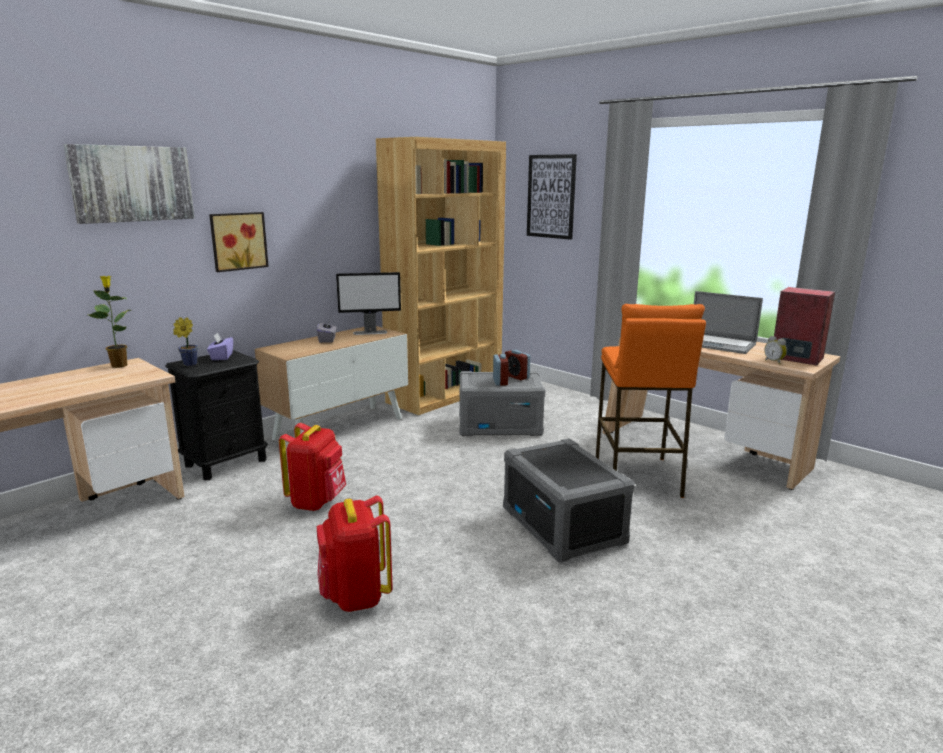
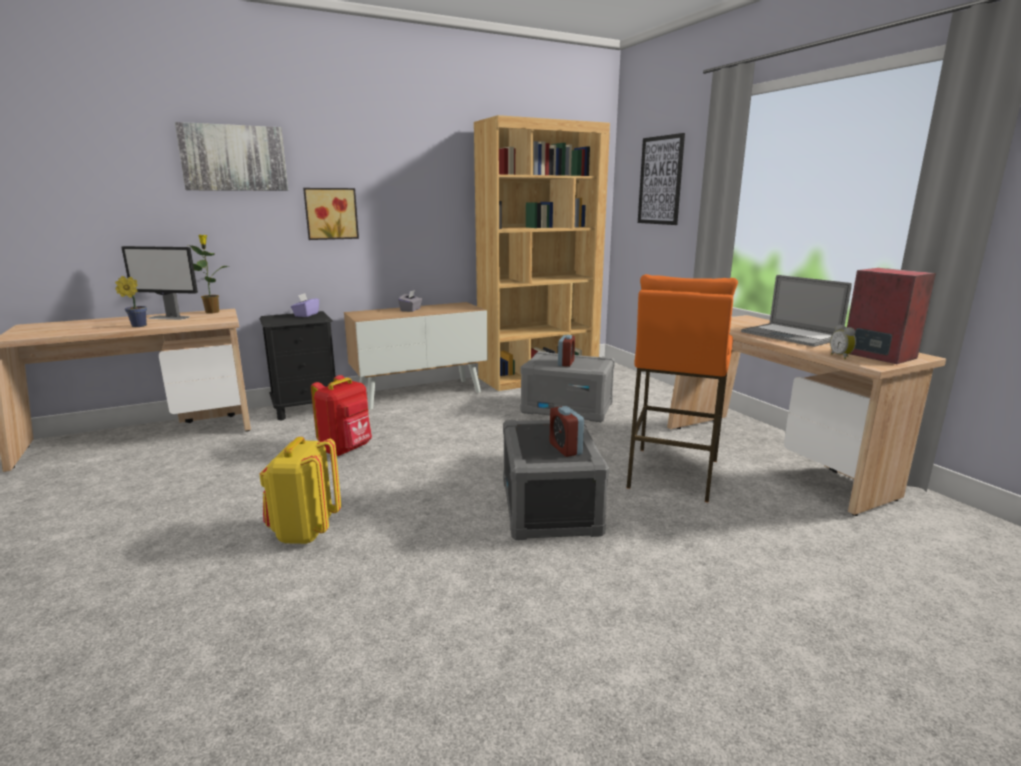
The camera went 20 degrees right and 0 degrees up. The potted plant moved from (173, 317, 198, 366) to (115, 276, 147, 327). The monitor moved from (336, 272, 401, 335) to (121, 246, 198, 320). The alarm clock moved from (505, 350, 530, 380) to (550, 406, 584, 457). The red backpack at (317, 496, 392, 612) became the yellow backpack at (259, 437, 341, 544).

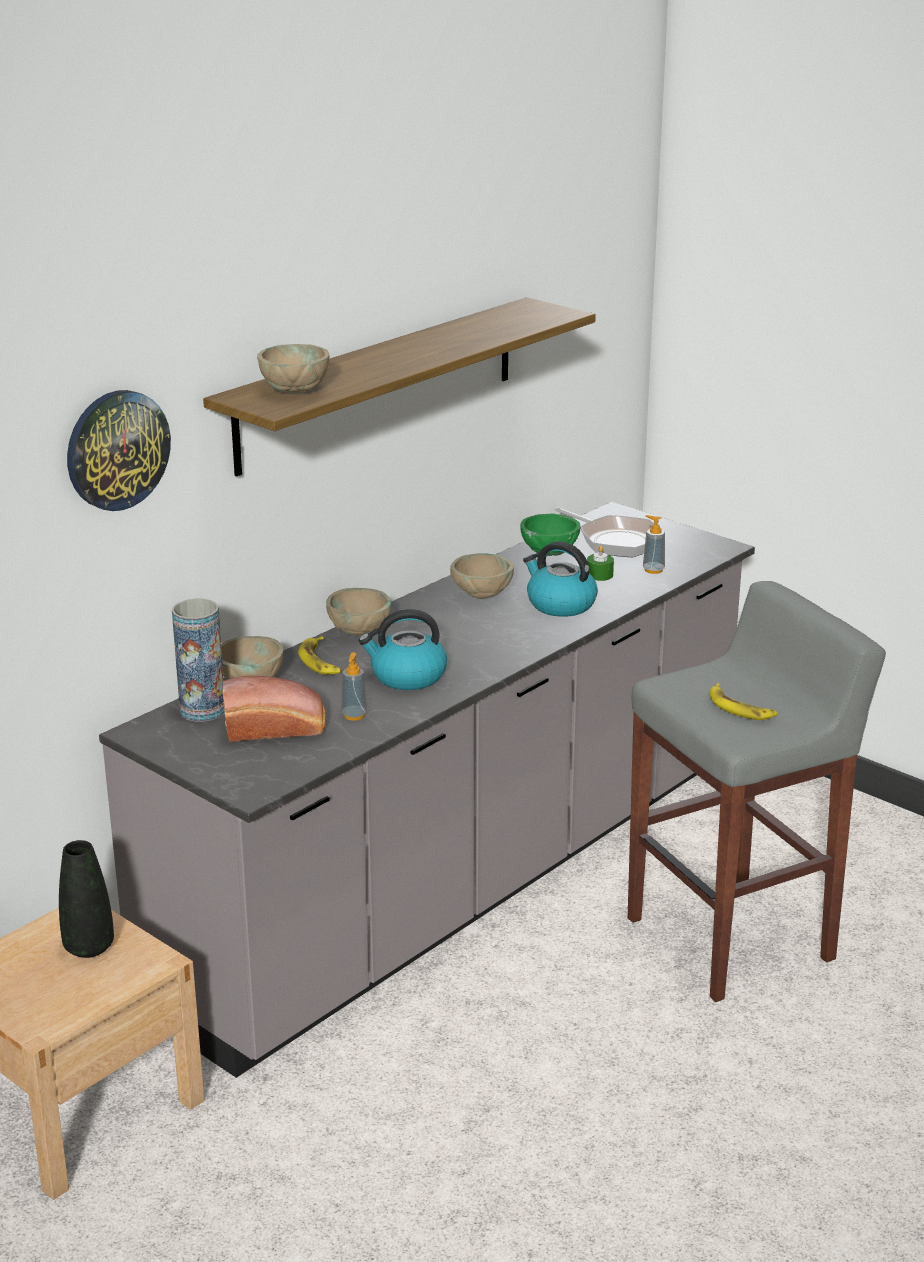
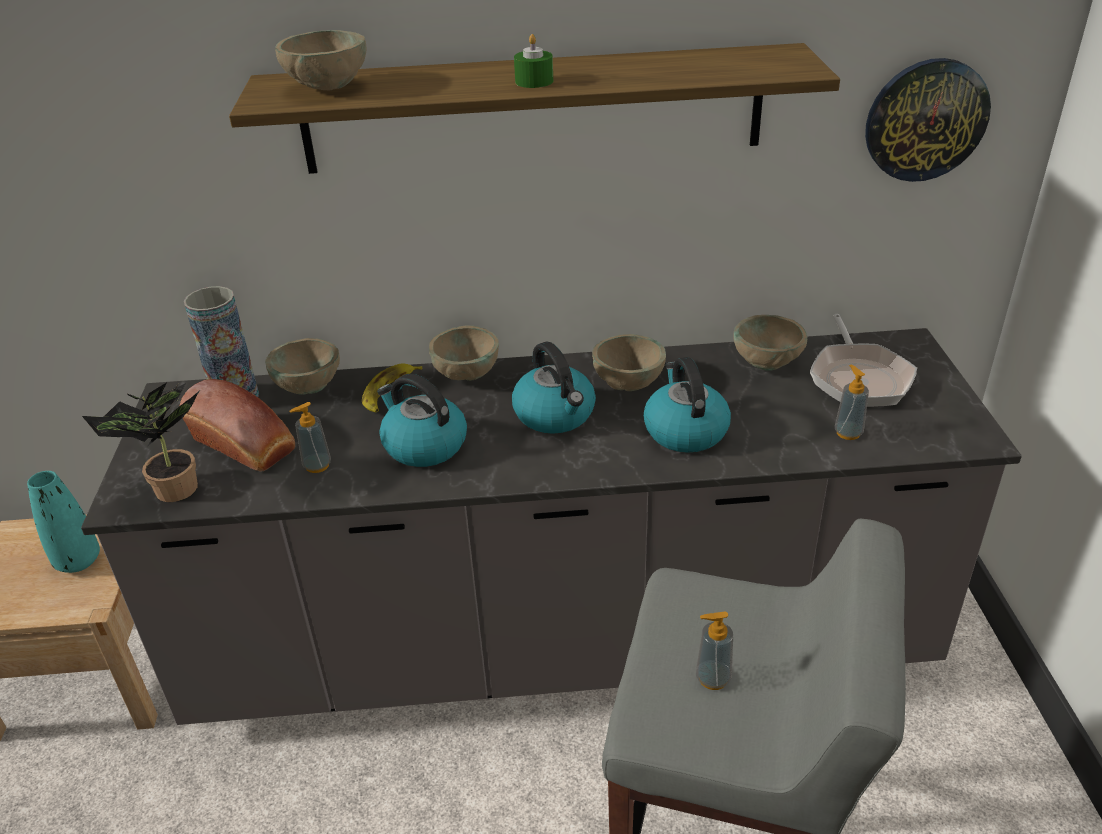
The camera went 45 degrees right and 10 degrees up. The potted plant at (82, 382, 200, 502) appeared. The kettle at (512, 342, 596, 434) appeared. The wall clock moved from (67, 390, 171, 511) to (865, 58, 991, 182). The green candle moved from (587, 546, 614, 581) to (514, 34, 553, 88). The banana at (709, 683, 777, 720) was replaced by the soap dispenser at (696, 611, 733, 690). The black vase at (59, 840, 114, 958) became the turquoise vase at (27, 471, 100, 573). The green bowl at (520, 513, 580, 556) became the beige bowl at (733, 315, 807, 371).

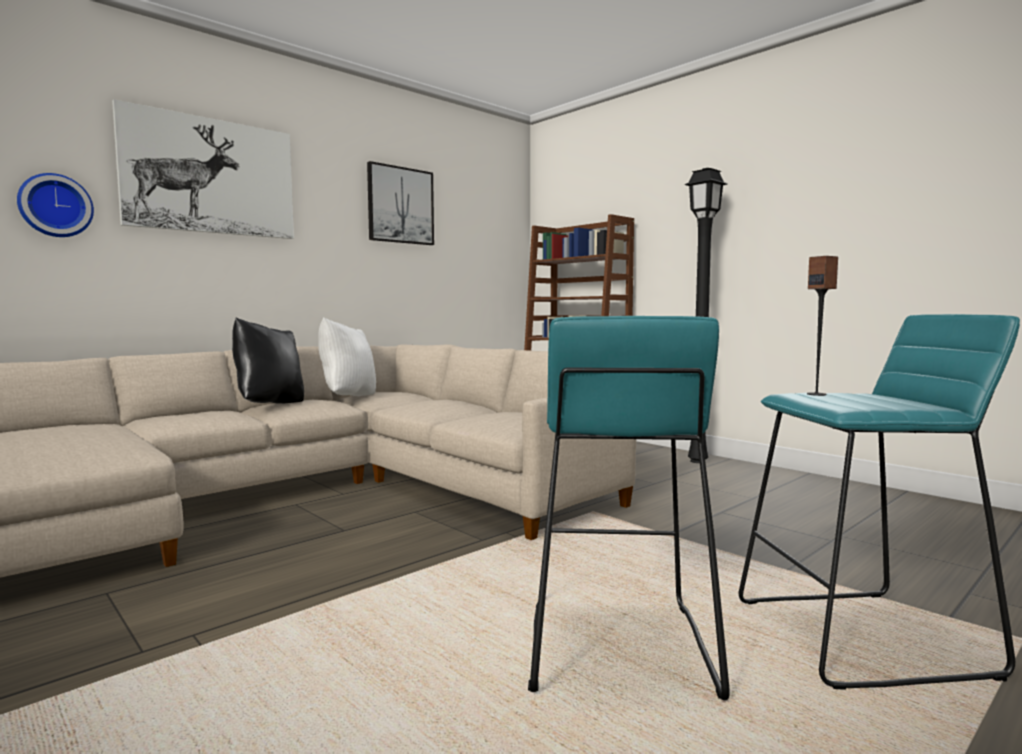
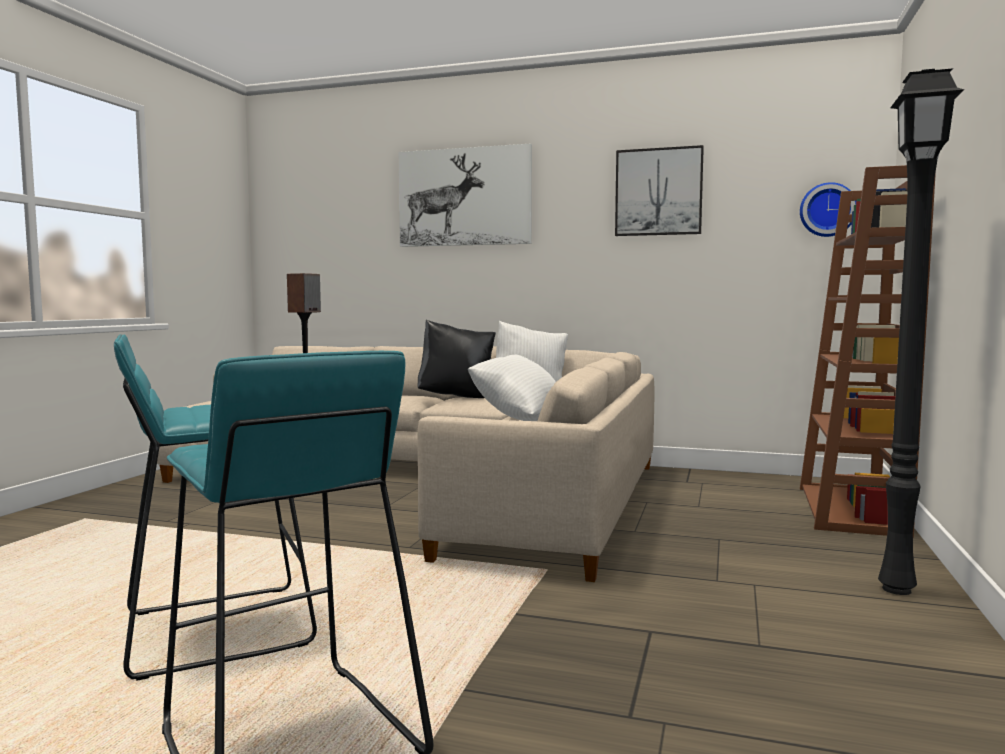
The camera went 60 degrees right and 0 degrees up. The white pillow at (468, 355, 556, 421) appeared. The wall clock moved from (17, 173, 94, 237) to (800, 182, 857, 237).

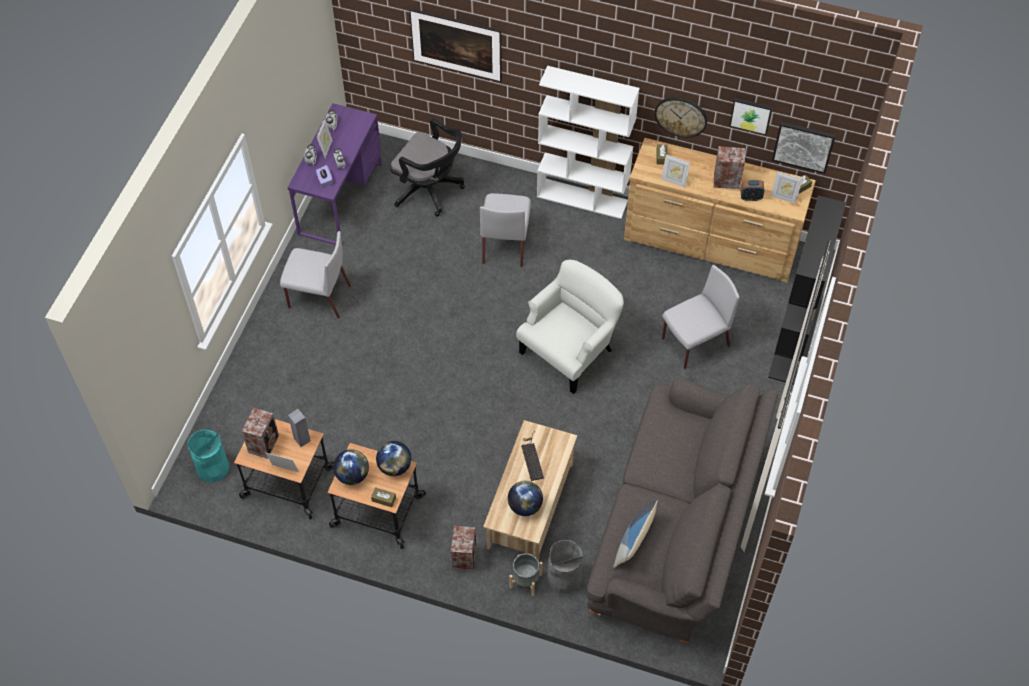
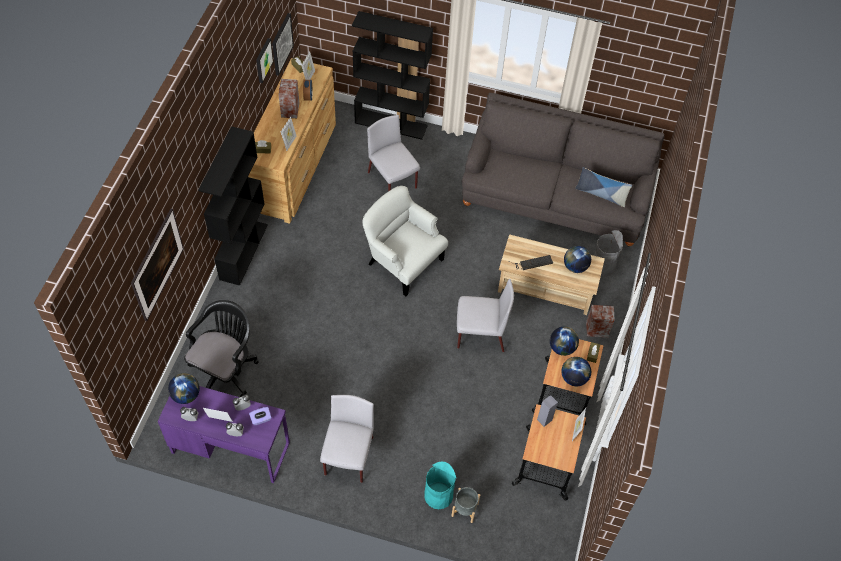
The camera went 95 degrees left and 0 degrees up. The speaker at (242, 407, 279, 459) disappeared. The wall clock at (654, 97, 707, 138) disappeared. The globe at (168, 373, 200, 404) appeared. The turquoise trash can moved from (187, 430, 229, 482) to (424, 462, 456, 509). The grey chair moved from (480, 193, 531, 267) to (457, 279, 514, 352). The grey planter moved from (510, 553, 543, 596) to (451, 487, 480, 523). The white bookcase at (537, 66, 639, 219) became the black bookcase at (198, 126, 268, 286).

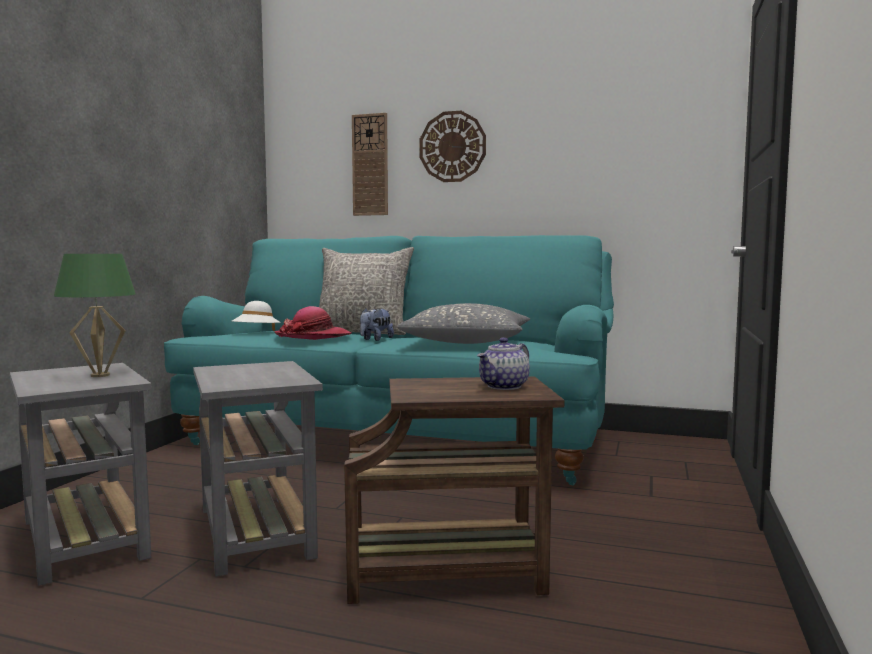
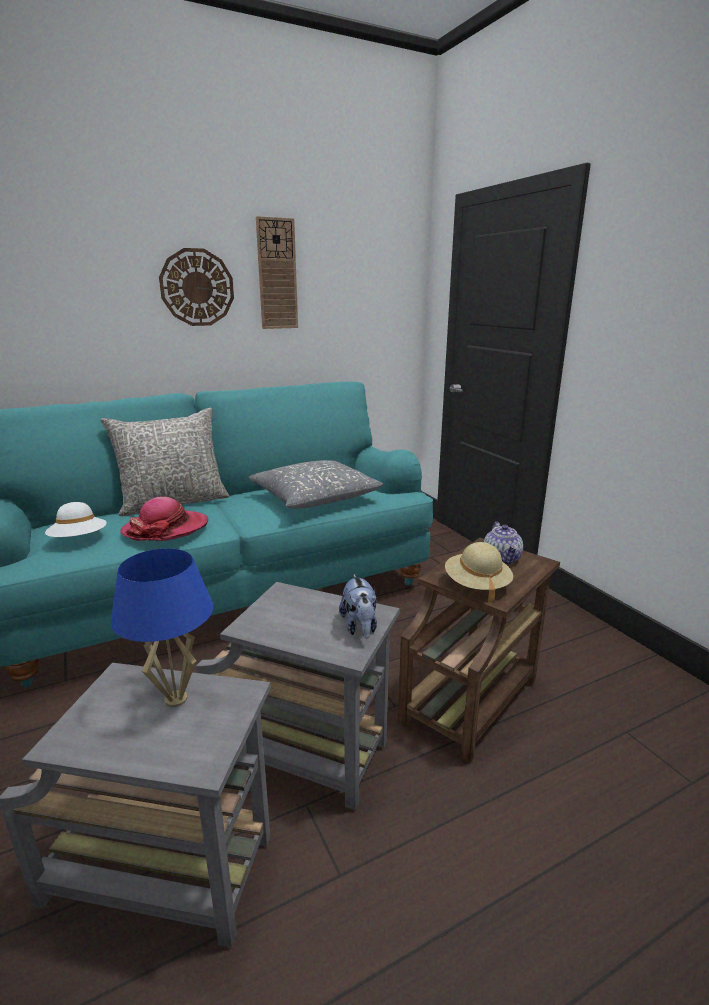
The camera went 45 degrees left and 15 degrees up. The beige hat at (445, 542, 513, 603) appeared. The wall clock moved from (352, 113, 388, 216) to (256, 216, 298, 329). The plush toy moved from (360, 308, 394, 341) to (339, 574, 377, 639). The green table lamp at (54, 254, 136, 377) became the blue table lamp at (111, 548, 213, 707).

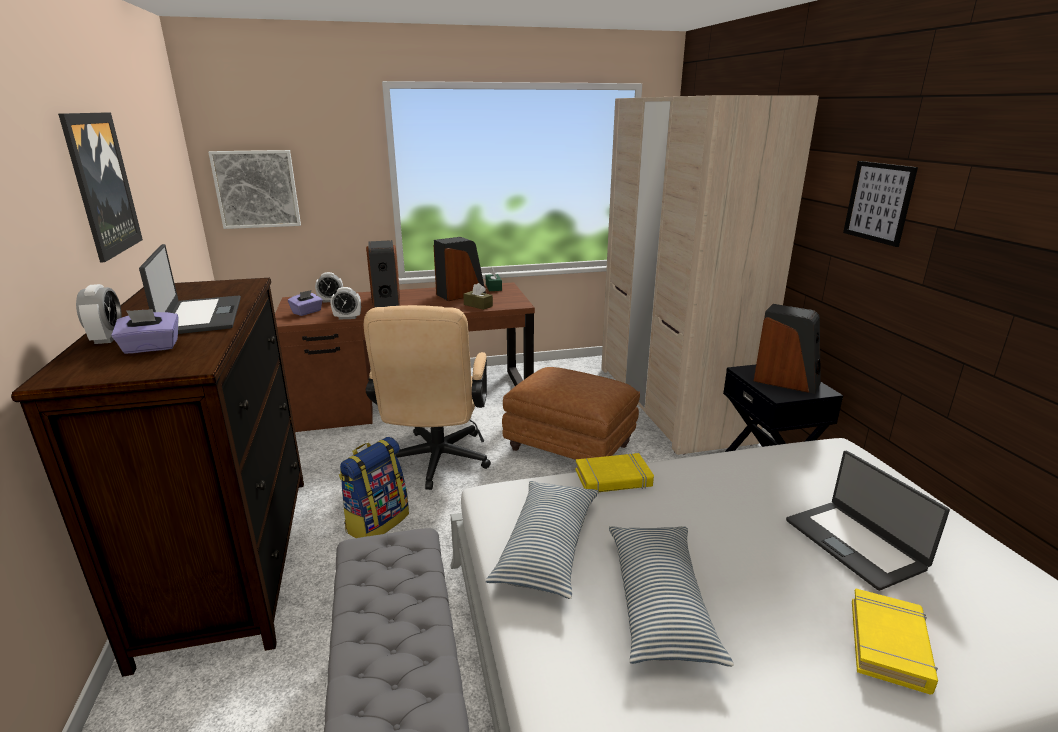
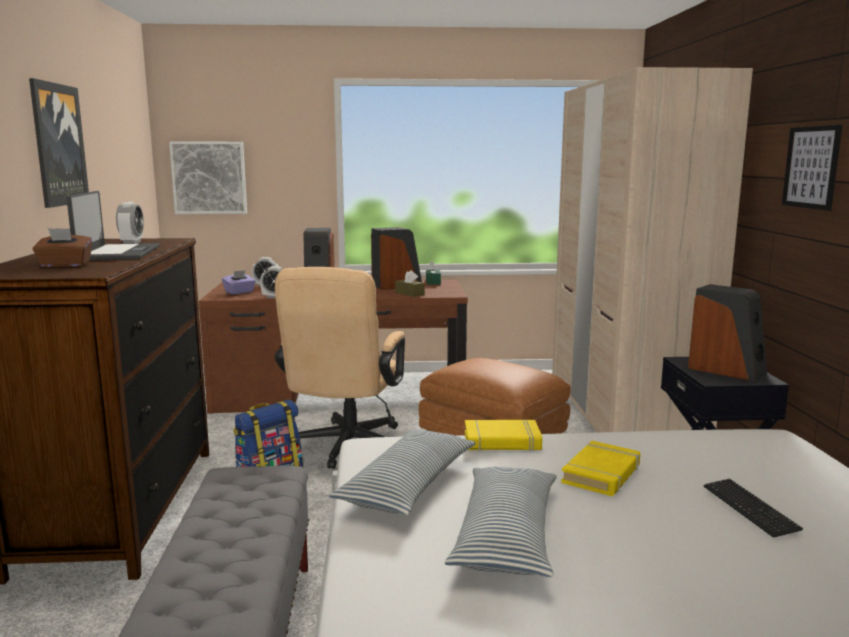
The camera went 10 degrees right and 10 degrees down. The alarm clock moved from (76, 284, 122, 344) to (116, 202, 144, 244). The yellow book moved from (852, 588, 938, 695) to (561, 441, 640, 496). The laptop at (786, 451, 950, 591) was replaced by the keyboard at (704, 479, 803, 538). The purple tissue box at (112, 309, 179, 354) became the brown tissue box at (32, 228, 93, 267).

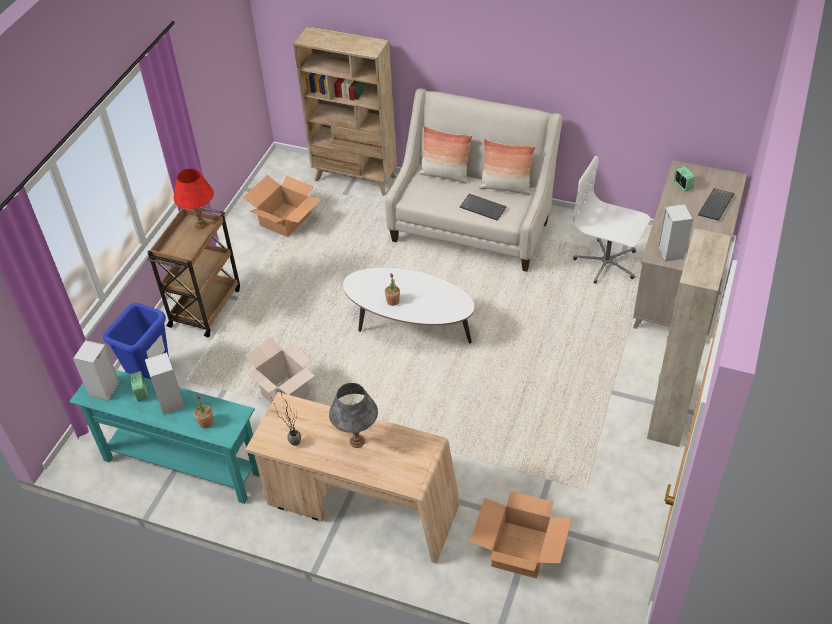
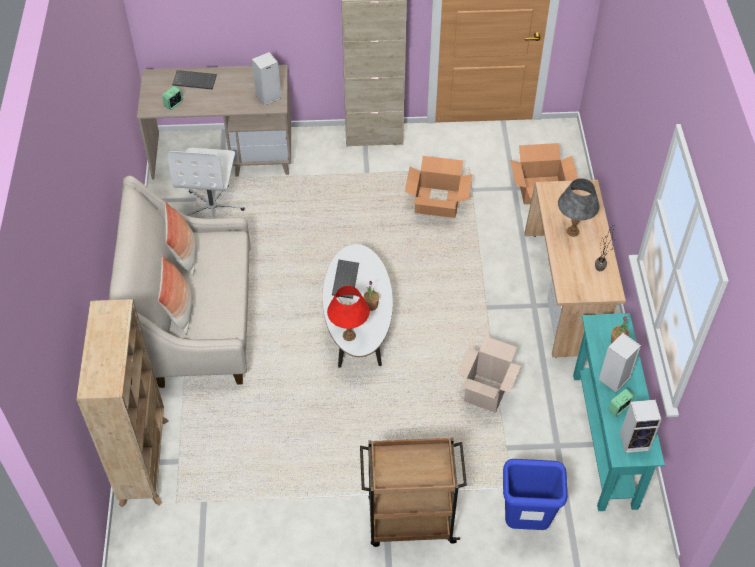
The camera went 115 degrees left and 5 degrees up. The red table lamp moved from (173, 169, 214, 229) to (327, 286, 370, 341). The cardboard box moved from (243, 175, 322, 237) to (405, 156, 472, 218). The keyboard moved from (460, 194, 506, 221) to (332, 260, 359, 299).

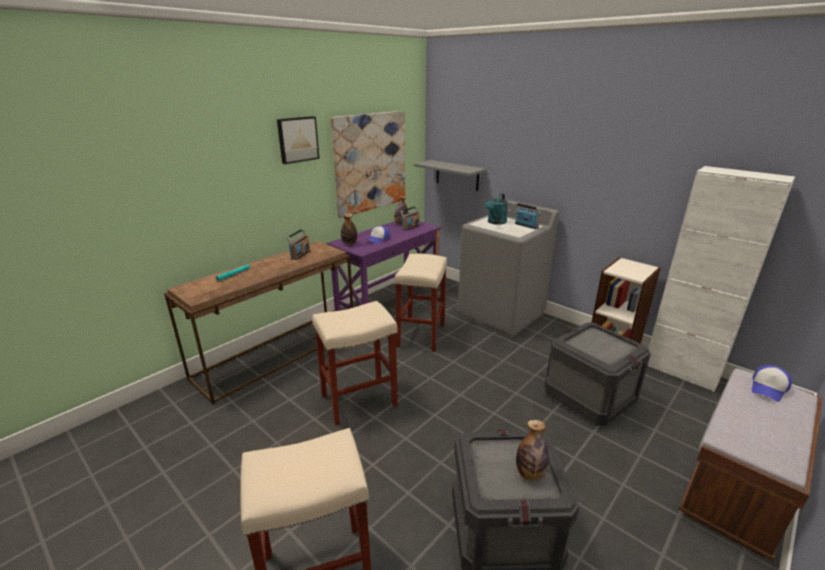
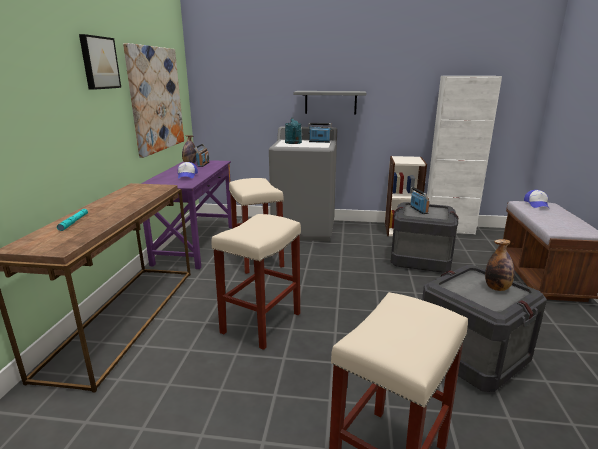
The camera went 35 degrees left and 5 degrees down. The bottle at (341, 213, 357, 245) disappeared. The radio moved from (286, 229, 310, 260) to (411, 187, 430, 214). The grey shelf moved from (414, 160, 487, 191) to (293, 91, 366, 114).

